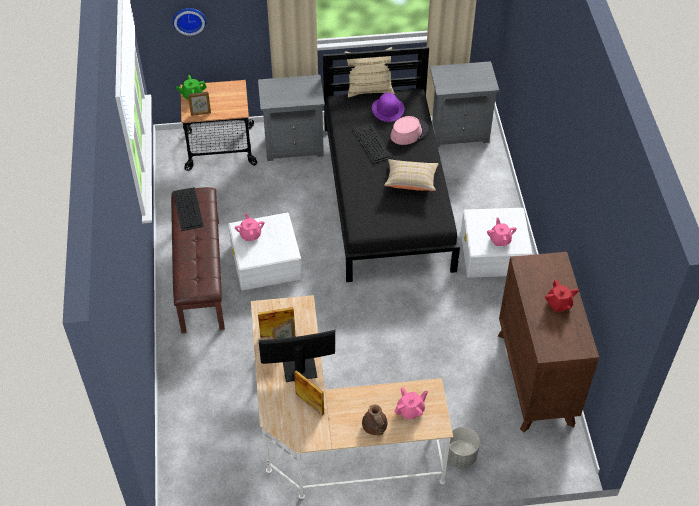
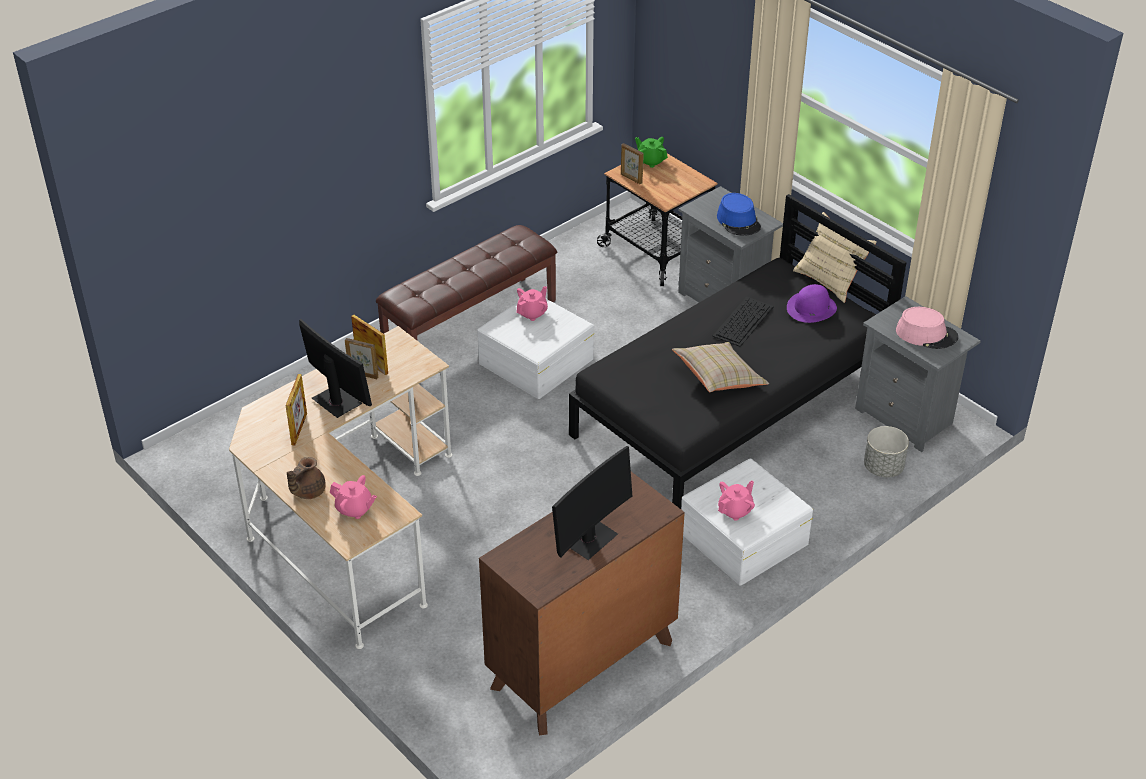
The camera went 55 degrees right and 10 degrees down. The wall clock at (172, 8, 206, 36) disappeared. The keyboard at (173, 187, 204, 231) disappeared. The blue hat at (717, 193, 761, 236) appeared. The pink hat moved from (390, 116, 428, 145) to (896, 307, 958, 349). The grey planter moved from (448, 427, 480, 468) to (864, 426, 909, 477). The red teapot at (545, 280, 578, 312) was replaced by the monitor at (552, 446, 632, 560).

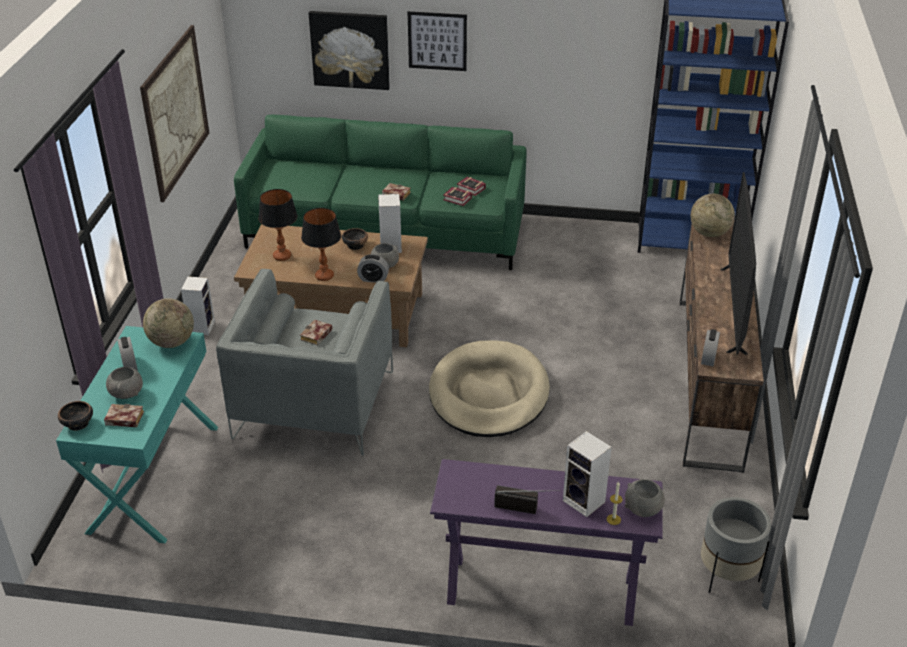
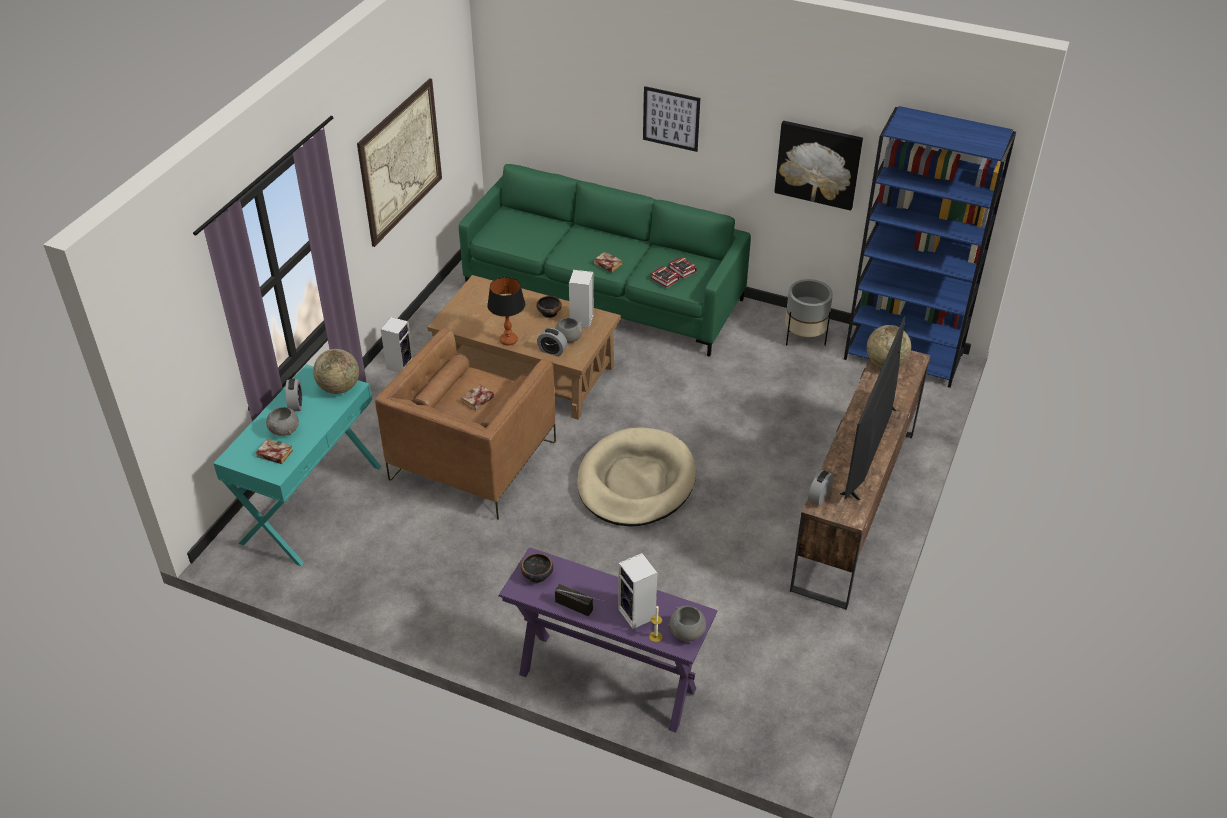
The camera went 15 degrees right and 5 degrees up. The table lamp at (258, 189, 298, 261) disappeared. The bowl moved from (58, 401, 93, 431) to (521, 553, 554, 583). The picture moved from (309, 11, 390, 90) to (774, 121, 863, 211). The grey planter moved from (701, 497, 771, 593) to (785, 279, 833, 346). The grey armchair at (216, 269, 393, 456) became the brown armchair at (375, 327, 556, 520).

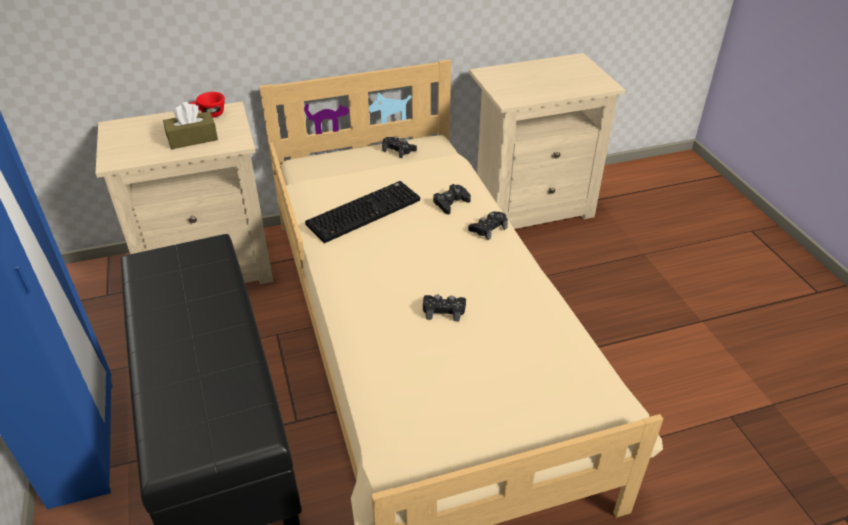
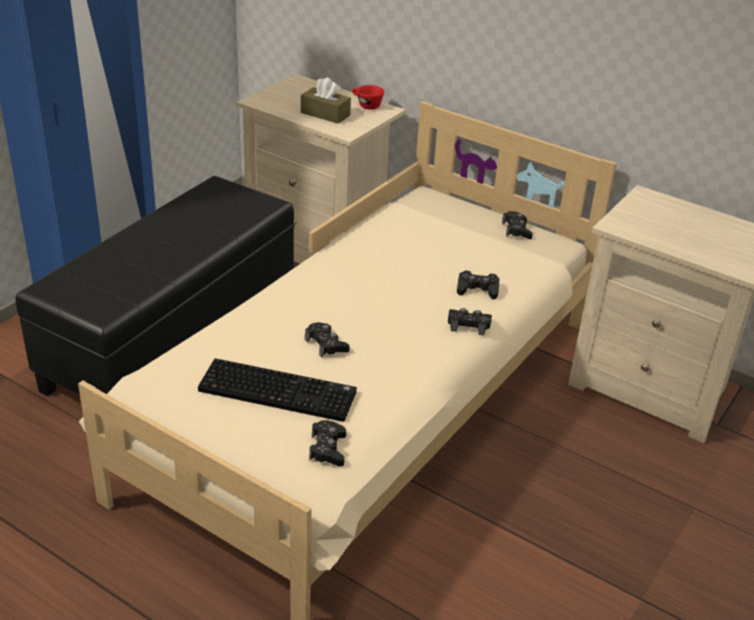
The camera went 50 degrees right and 5 degrees down. The black game controller at (309, 420, 346, 466) appeared. The keyboard moved from (305, 181, 420, 243) to (198, 358, 357, 422).

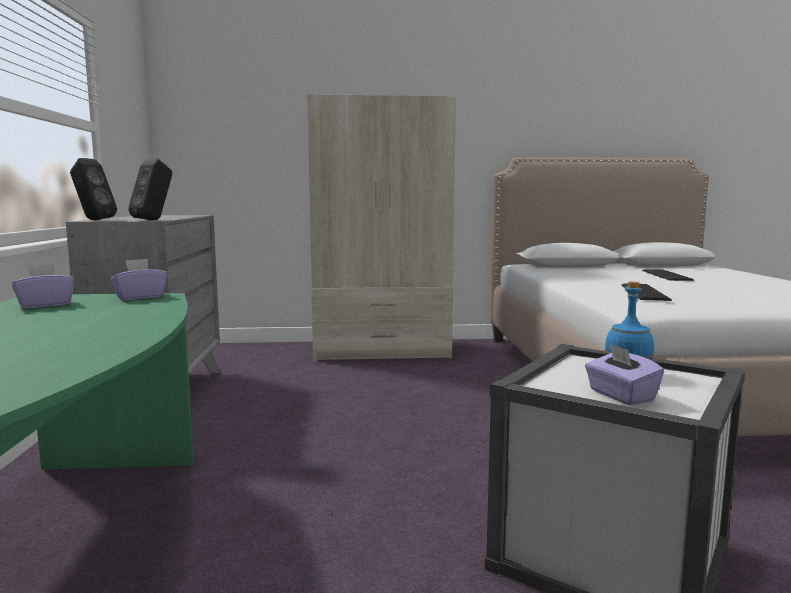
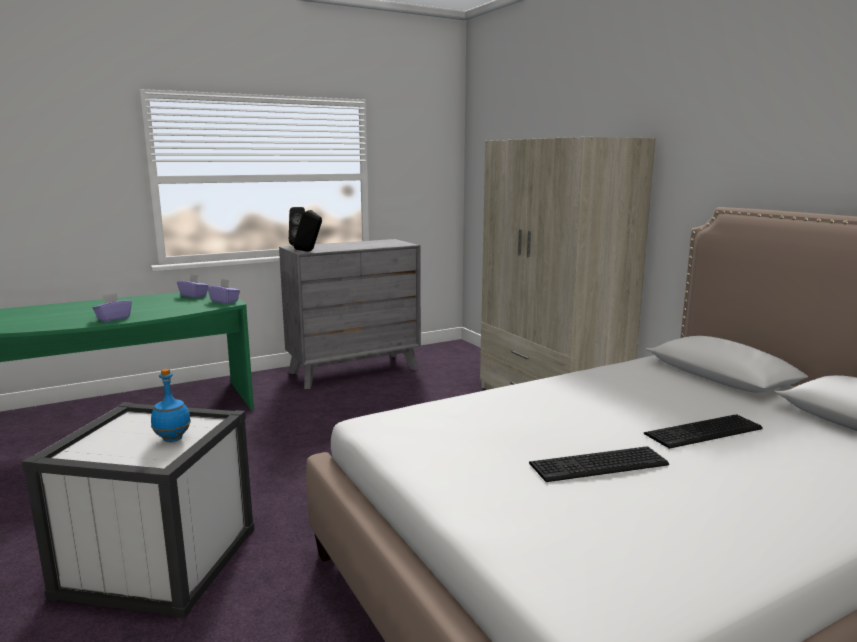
The camera went 65 degrees right and 5 degrees up. The purple tissue box moved from (585, 343, 664, 405) to (92, 293, 132, 322). The keyboard moved from (622, 283, 672, 301) to (529, 447, 669, 482).

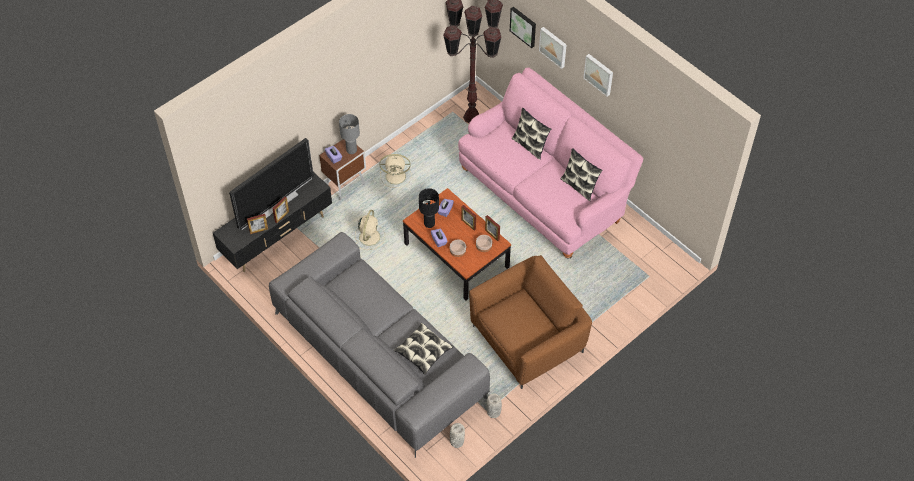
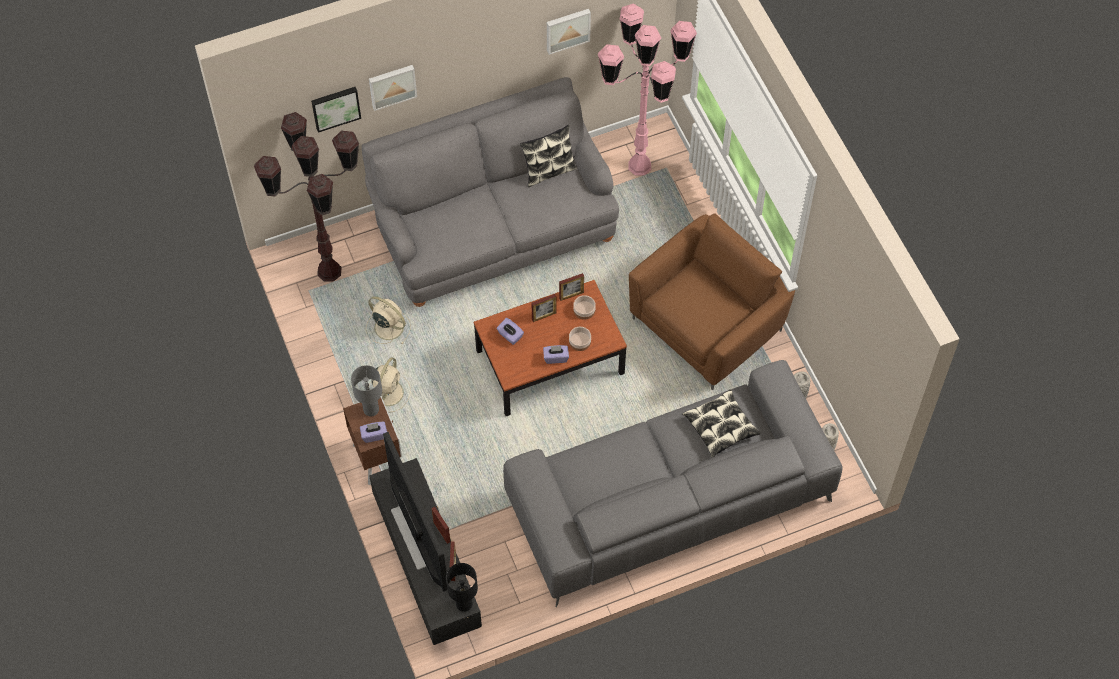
The camera went 70 degrees left and 5 degrees up. The pillow at (512, 108, 551, 160) disappeared. The pink floor lamp at (598, 4, 697, 176) appeared. The beige fan moved from (355, 210, 385, 250) to (366, 296, 411, 344). The black table lamp moved from (419, 188, 439, 228) to (446, 563, 478, 612). The picture moved from (583, 54, 613, 97) to (547, 9, 591, 55). The pink sofa at (458, 68, 643, 258) became the grey sofa at (362, 77, 619, 307). The brown armchair at (469, 255, 592, 389) turned 60 degrees clockwise.

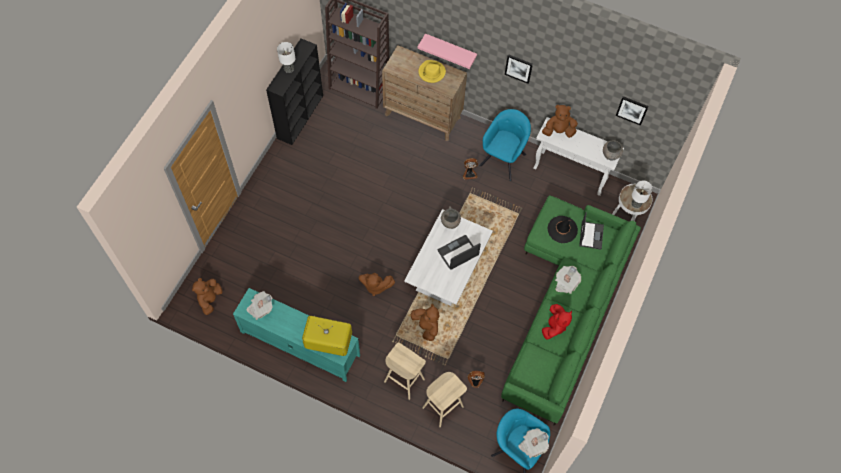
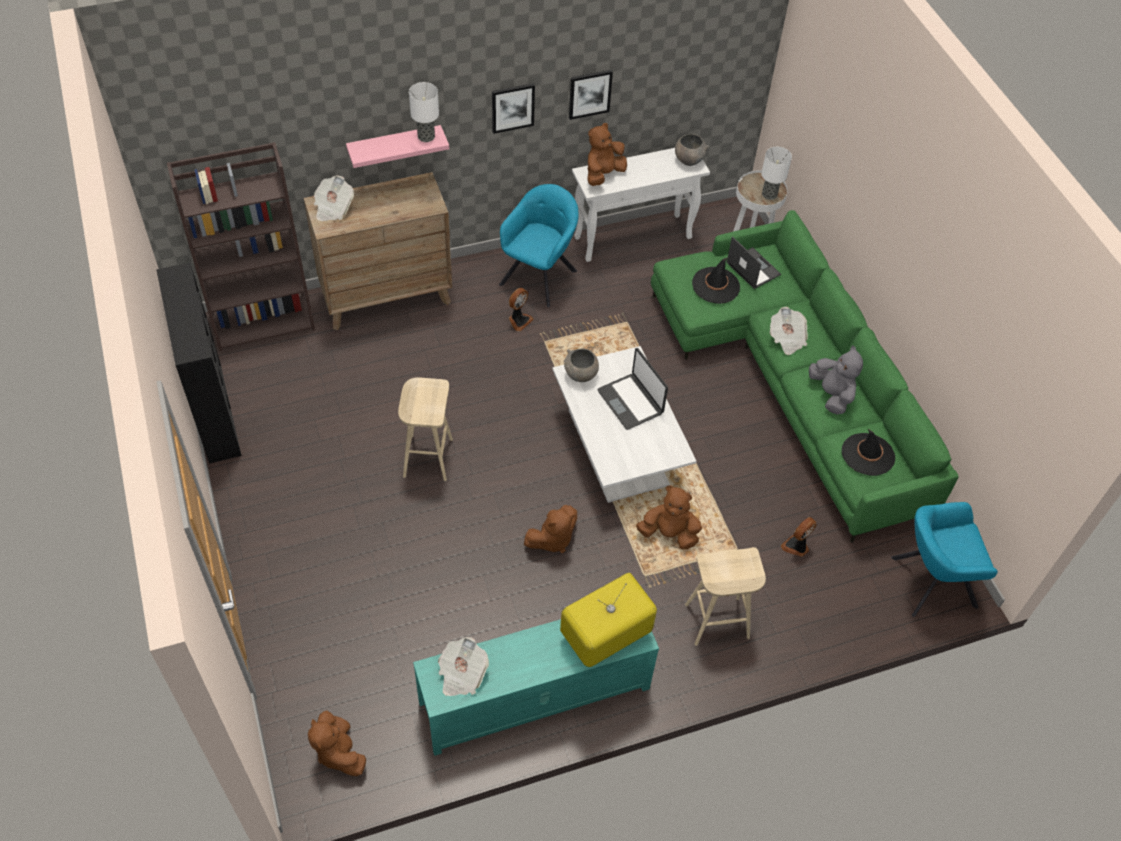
The camera went 45 degrees left and 10 degrees down. The yellow hat at (418, 60, 446, 83) disappeared. The black hat at (842, 429, 895, 476) appeared. The table lamp moved from (277, 42, 295, 73) to (409, 82, 439, 142). The beige stool moved from (422, 372, 467, 427) to (398, 377, 453, 481). The newspaper moved from (519, 428, 549, 458) to (314, 175, 354, 221). The picture moved from (616, 96, 649, 126) to (569, 70, 613, 120). The red plush toy at (542, 304, 572, 339) became the grey plush toy at (809, 346, 863, 415). The laptop at (438, 235, 481, 269) turned 45 degrees counterclockwise. The turquoise armchair at (479, 109, 531, 181) turned 45 degrees clockwise.

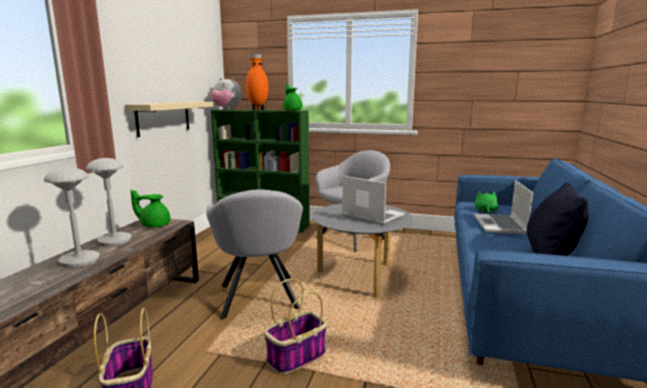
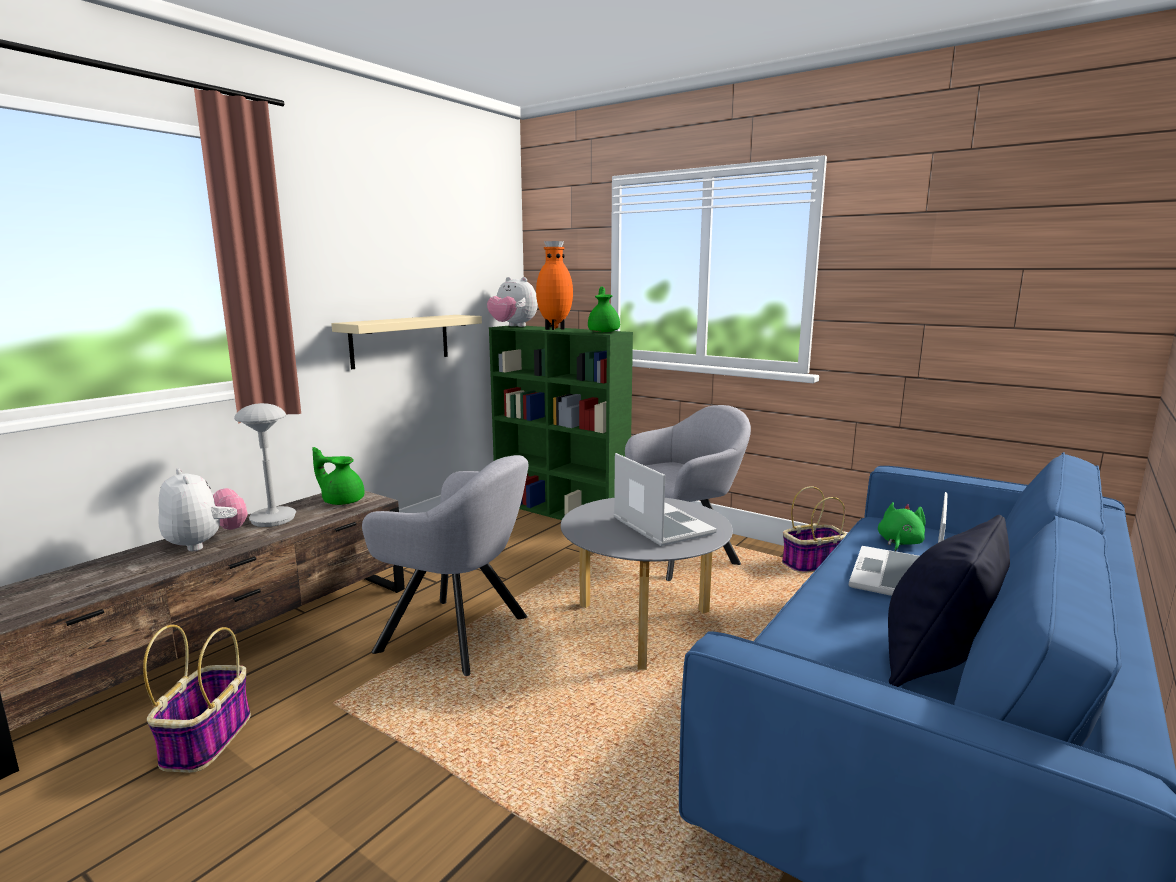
The camera went 20 degrees right and 0 degrees up. The basket moved from (264, 279, 327, 374) to (782, 486, 847, 573). The grey table lamp at (44, 167, 100, 268) was replaced by the plush toy at (158, 468, 248, 551). The grey armchair at (206, 189, 303, 320) turned 75 degrees counterclockwise.

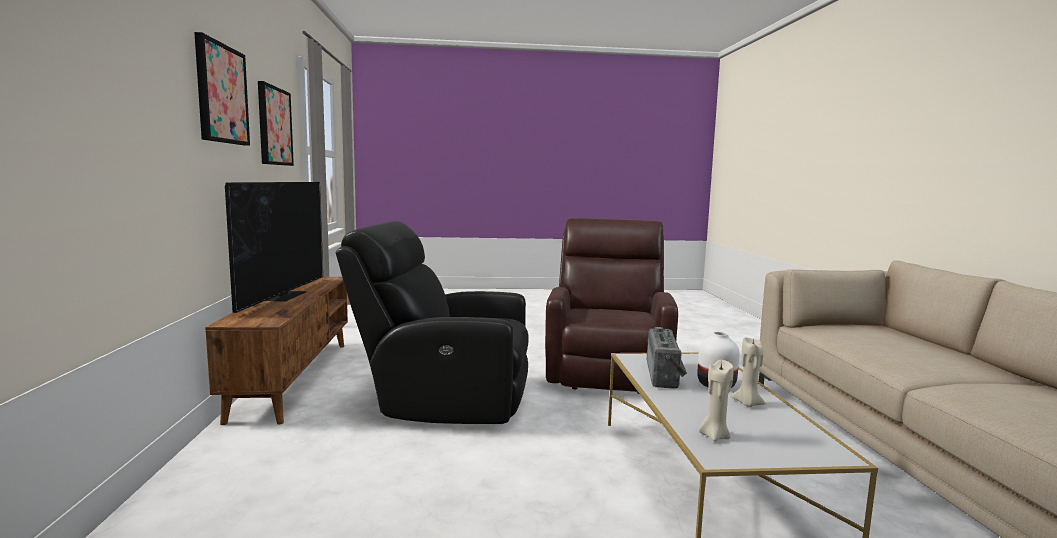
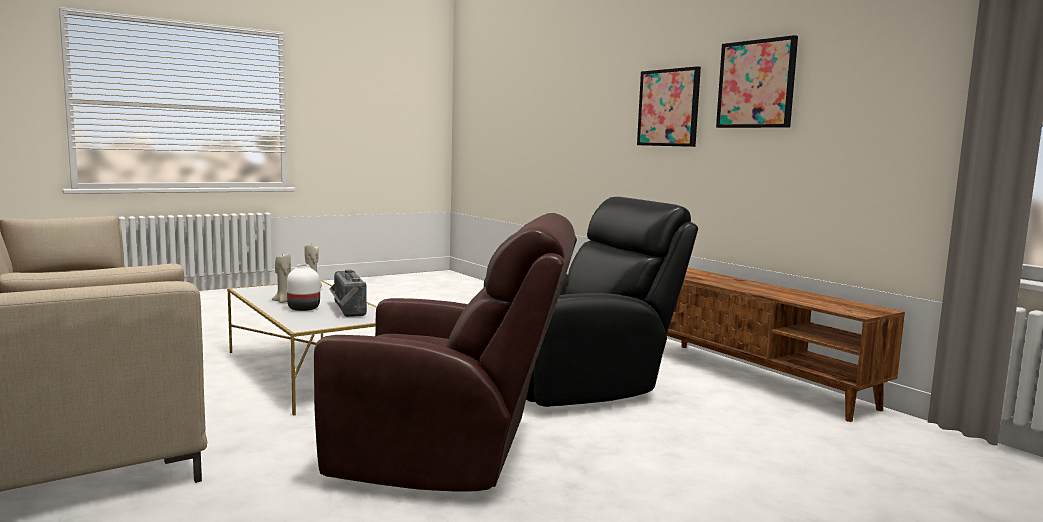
The camera went 150 degrees right and 0 degrees up. The television at (225, 182, 323, 313) disappeared. The picture moved from (258, 81, 294, 166) to (637, 66, 701, 147). The brown armchair at (545, 218, 678, 394) turned 60 degrees counterclockwise.

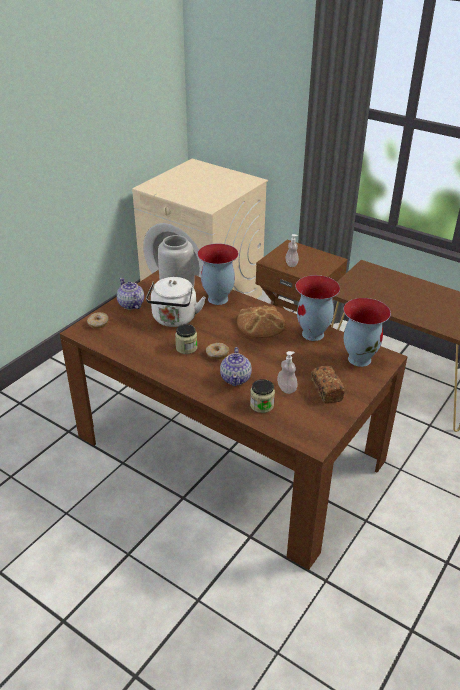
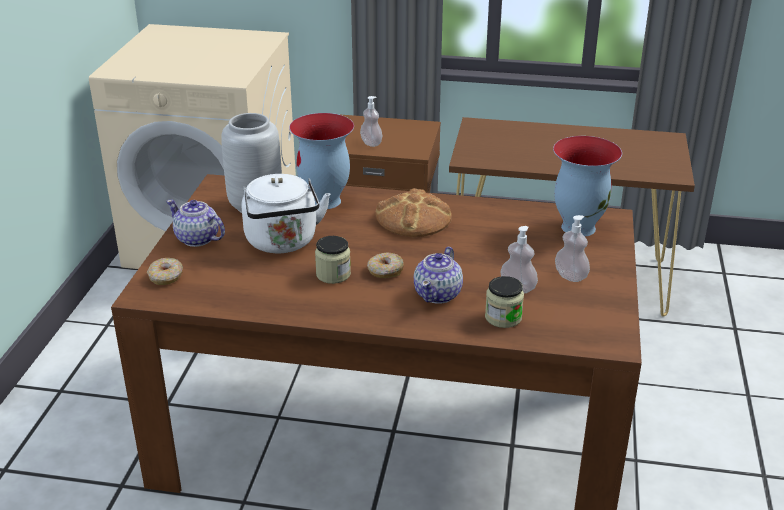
The camera went 25 degrees left and 5 degrees down. The vase at (295, 275, 340, 341) disappeared. The bread at (311, 366, 345, 404) was replaced by the soap dispenser at (555, 215, 590, 282). The teapot at (220, 347, 252, 386) turned 45 degrees clockwise.

